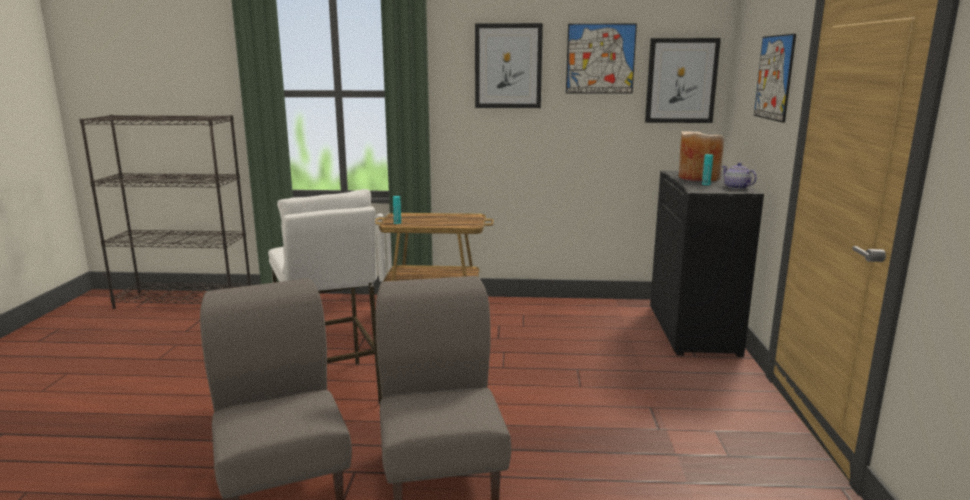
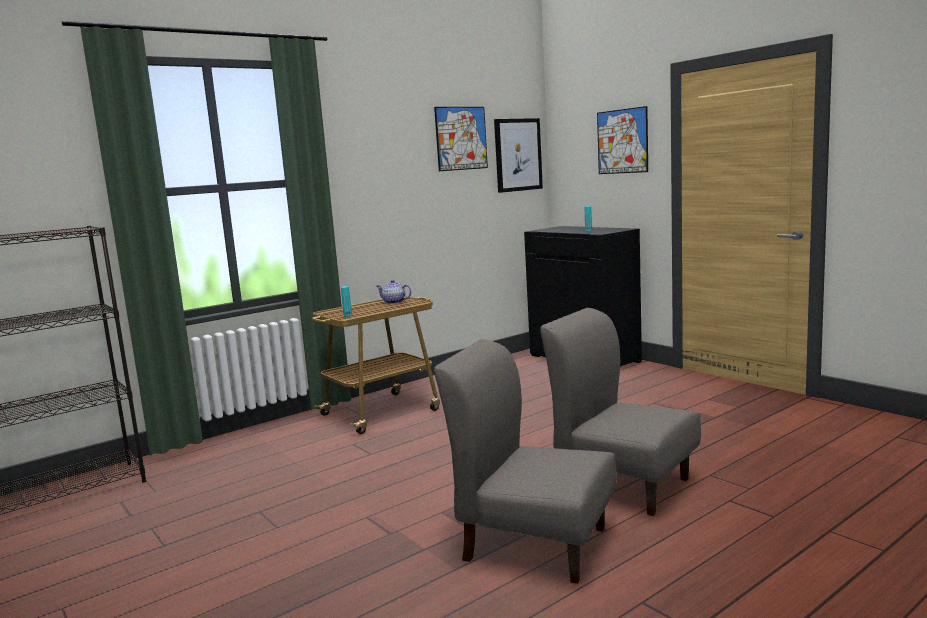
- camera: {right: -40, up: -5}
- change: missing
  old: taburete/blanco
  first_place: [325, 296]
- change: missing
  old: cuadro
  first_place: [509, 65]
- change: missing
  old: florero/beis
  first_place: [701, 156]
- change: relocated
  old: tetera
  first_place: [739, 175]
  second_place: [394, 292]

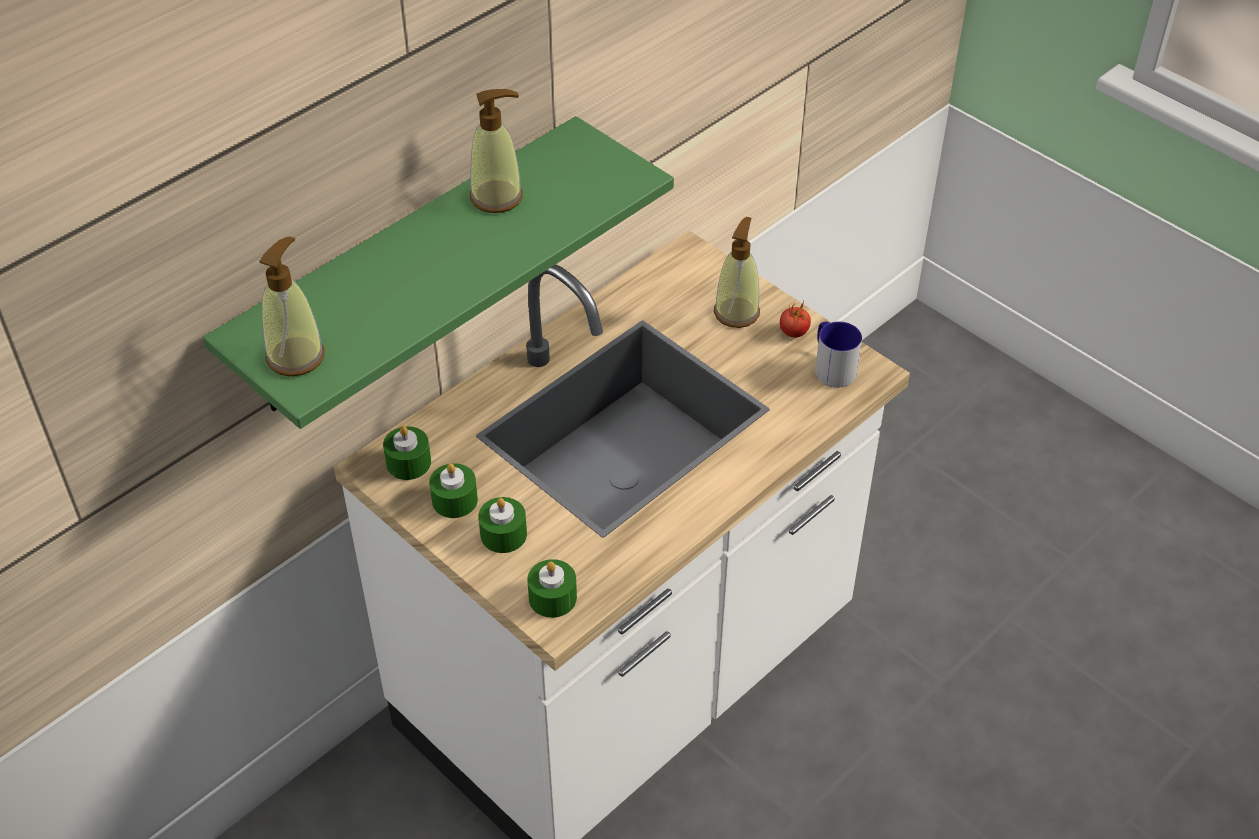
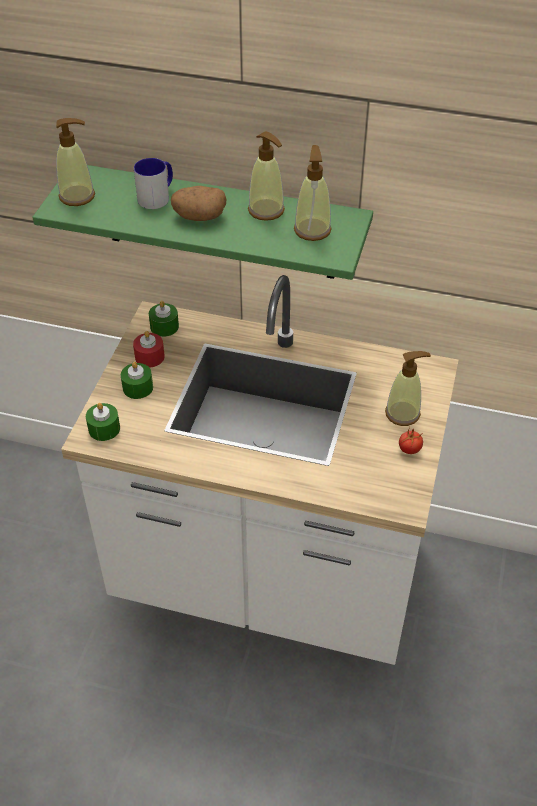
- camera: {right: 60, up: 0}
- change: colour
  old: vela/verde
  new: vela/rojo
  first_place: [453, 490]
  second_place: [149, 349]
- change: relocated
  old: taza grande
  first_place: [838, 354]
  second_place: [153, 183]
- change: appeared
  new: patata
  second_place: [198, 203]
- change: appeared
  new: dispensador de jabón
  second_place: [313, 193]

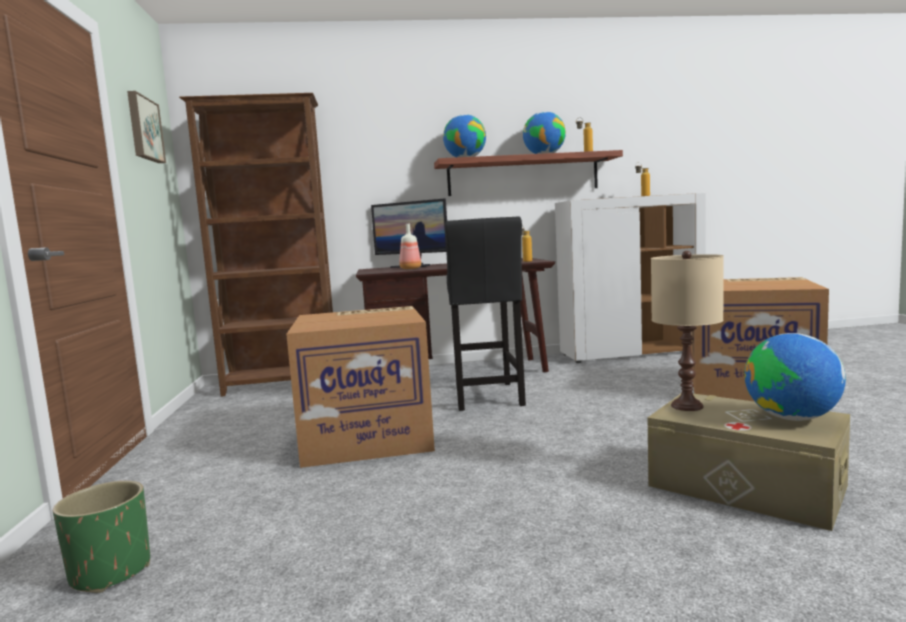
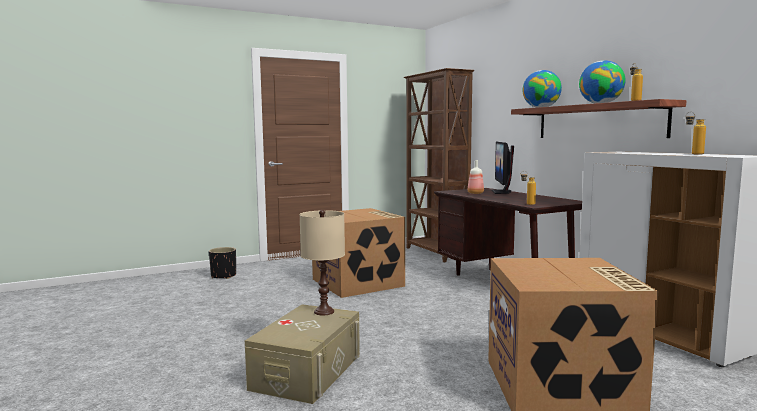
- camera: {right: 70, up: 0}
- change: colour
  old: maceta/verde
  new: maceta/negro
  first_place: [101, 537]
  second_place: [222, 263]
- change: missing
  old: cuadro
  first_place: [146, 127]
- change: missing
  old: taburete/negro
  first_place: [485, 314]
- change: missing
  old: globo terráqueo
  first_place: [795, 377]

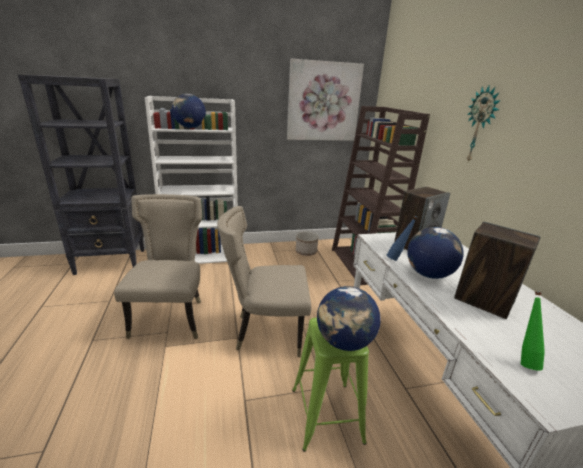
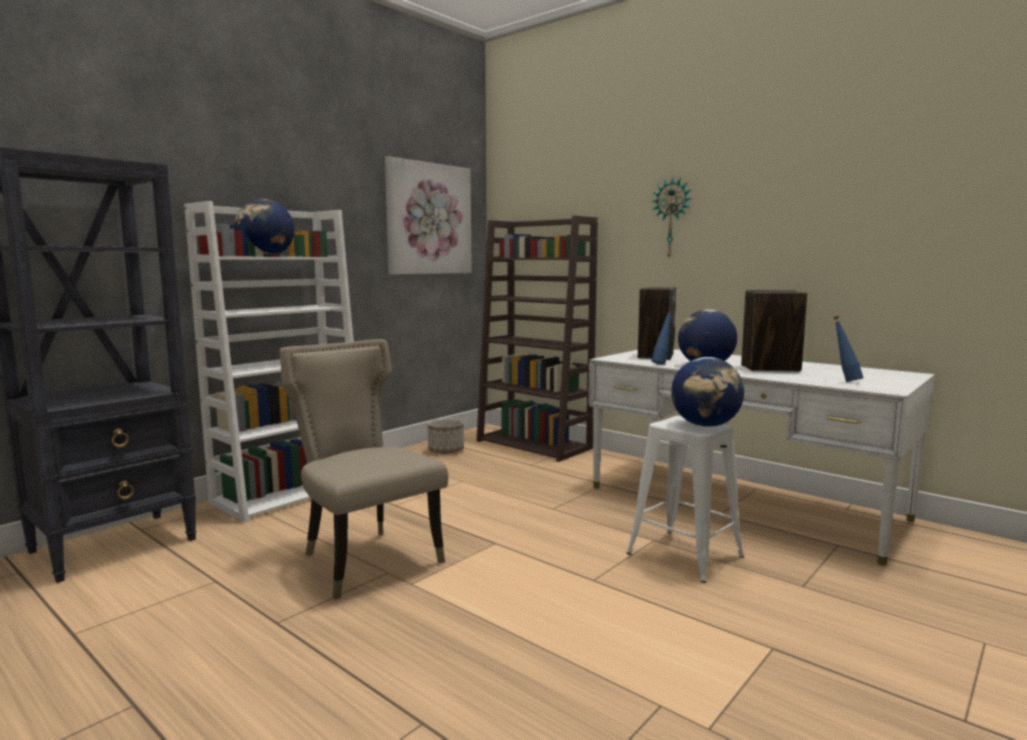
- camera: {right: -35, up: -15}
- change: missing
  old: silla/beis
  first_place: [264, 281]
- change: colour
  old: taburete/verde
  new: taburete/blanco
  first_place: [330, 385]
  second_place: [685, 499]
- change: colour
  old: botella/verde
  new: botella/azul
  first_place: [533, 331]
  second_place: [848, 349]

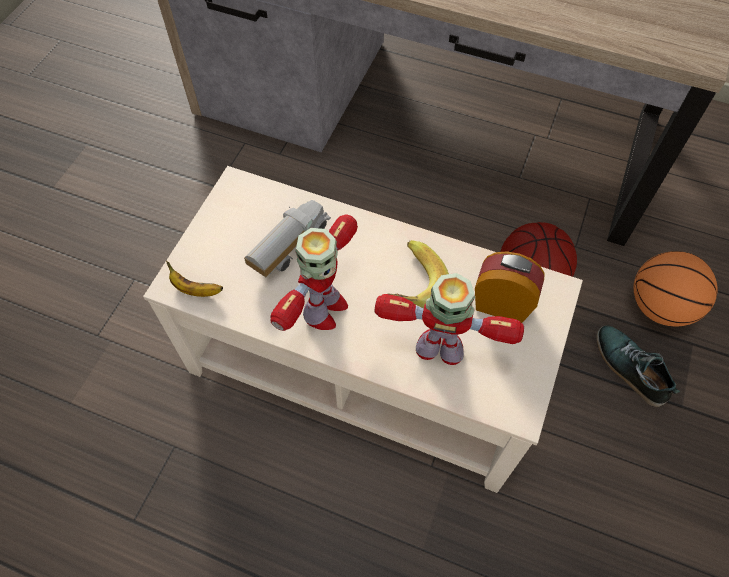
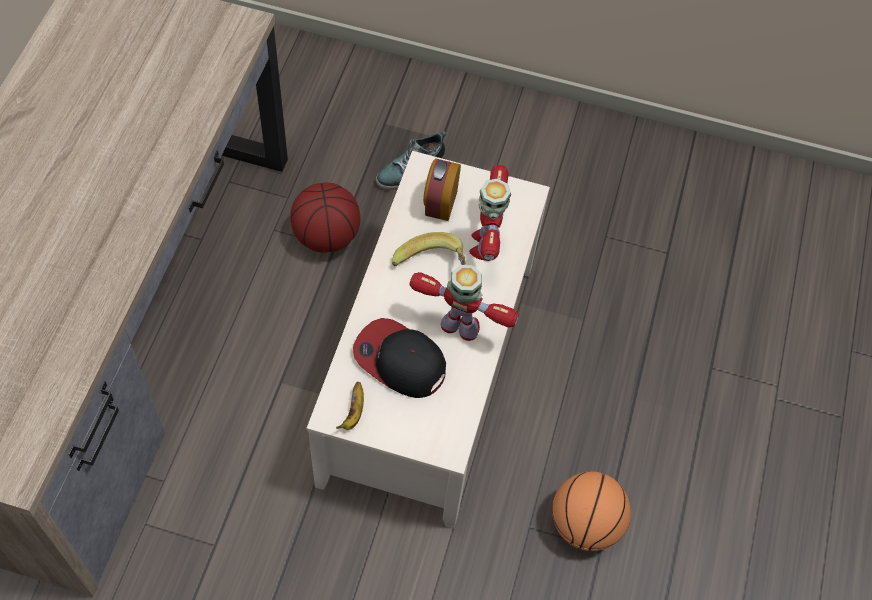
- camera: {right: -100, up: 0}
- change: relocated
  old: plátano
  first_place: [194, 279]
  second_place: [350, 406]
- change: exchanged
  old: camión de juguete
  new: gorra
  first_place: [287, 238]
  second_place: [399, 358]
- change: relocated
  old: balón de baloncesto
  first_place: [676, 288]
  second_place: [591, 511]

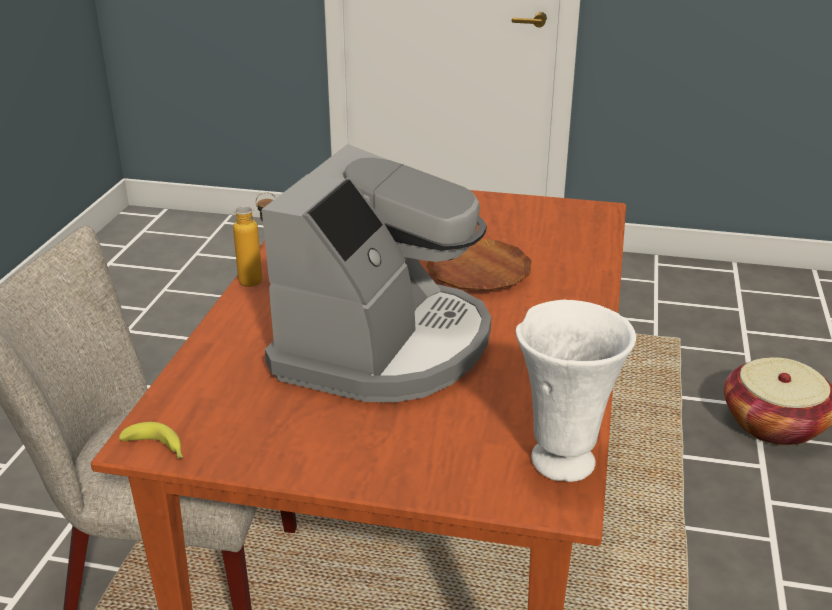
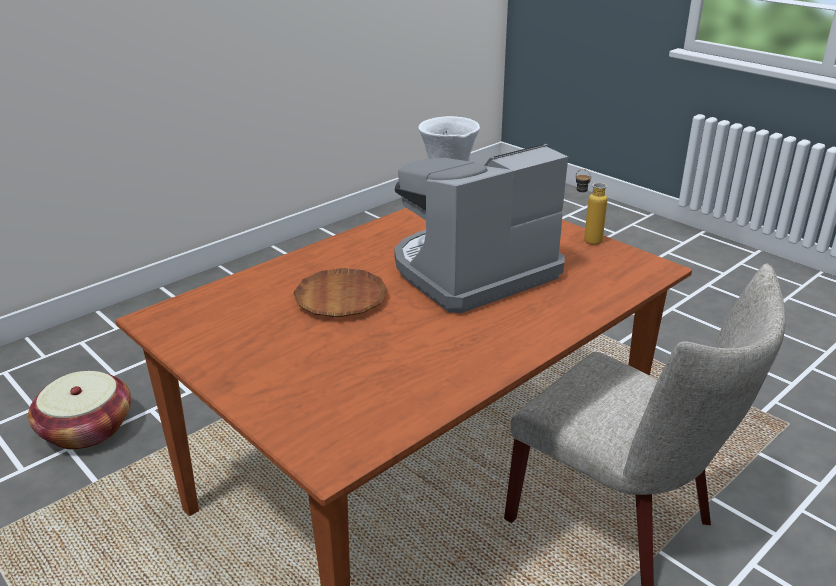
- camera: {right: -145, up: 0}
- change: missing
  old: plátano
  first_place: [151, 440]
- change: relocated
  old: botella
  first_place: [254, 239]
  second_place: [592, 207]

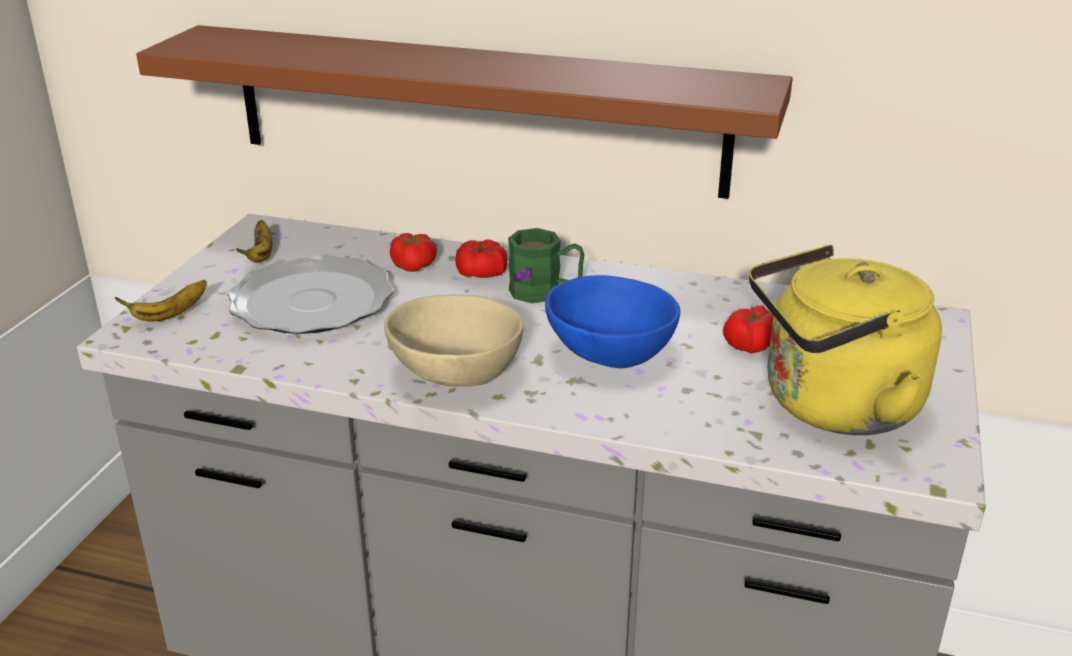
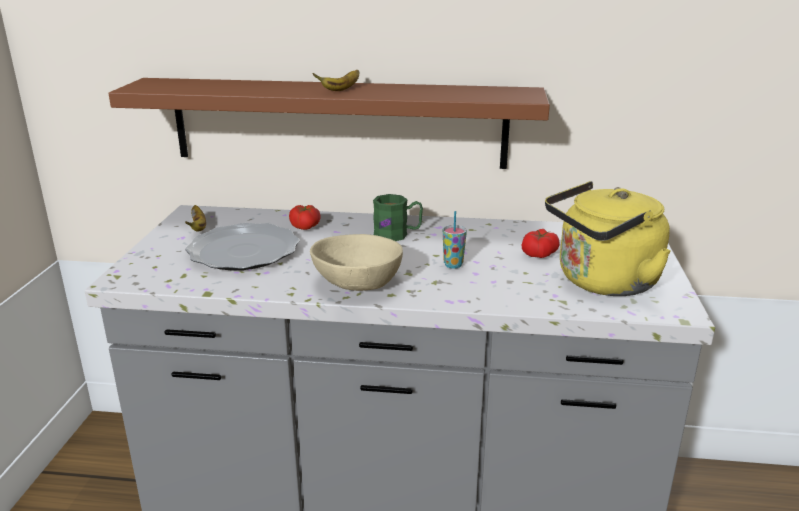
- camera: {right: -10, up: -5}
- change: relocated
  old: plátano
  first_place: [160, 300]
  second_place: [335, 80]
- change: missing
  old: tomate
  first_place: [481, 259]
- change: exchanged
  old: cuenco/azul
  new: taza
  first_place: [612, 321]
  second_place: [455, 240]

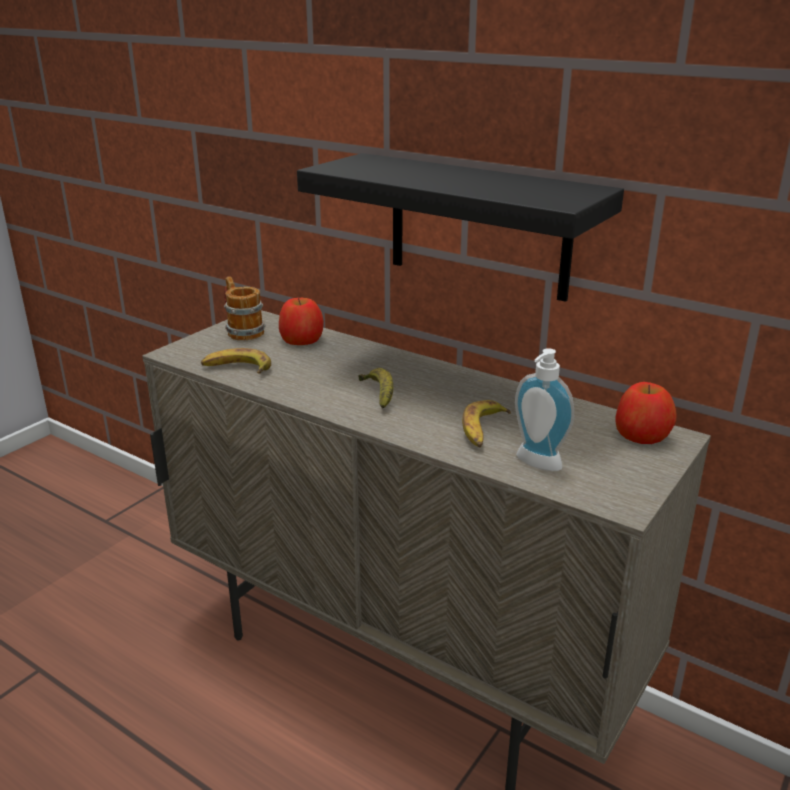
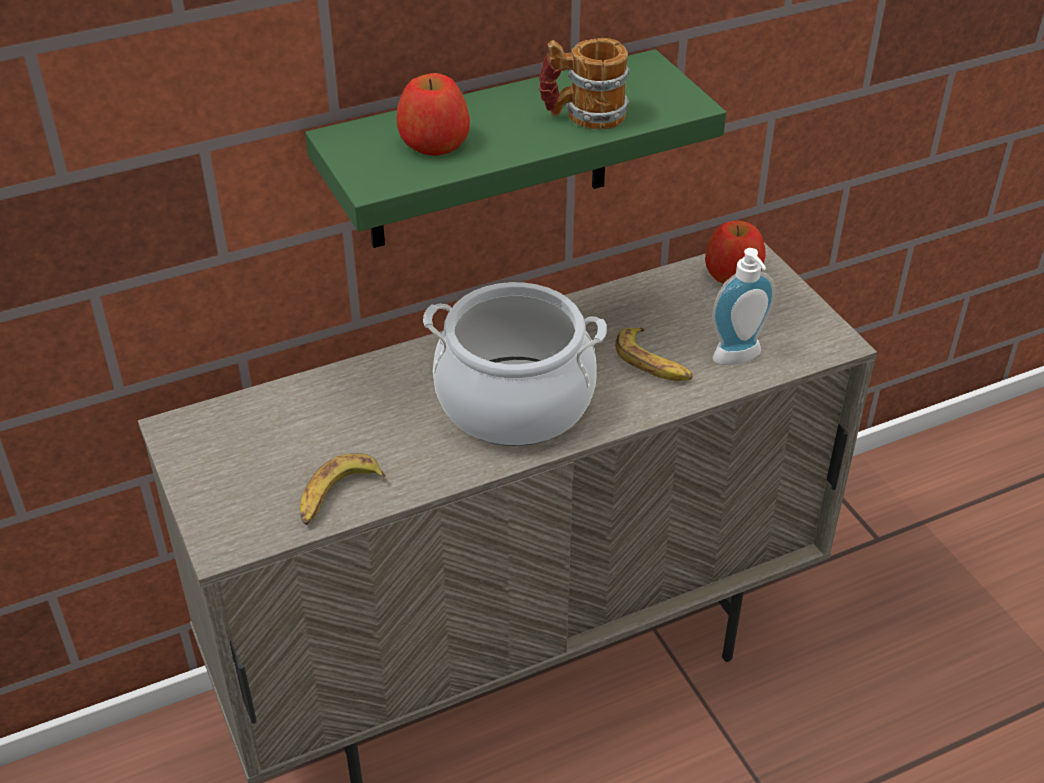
- camera: {right: -60, up: 15}
- change: relocated
  old: taza grande
  first_place: [245, 308]
  second_place: [584, 83]
- change: relocated
  old: manzana
  first_place: [301, 321]
  second_place: [433, 114]
- change: colour
  old: estante/negro
  new: estante/verde
  first_place: [460, 227]
  second_place: [515, 148]
- change: exchanged
  old: plátano
  new: olla
  first_place: [375, 388]
  second_place: [515, 364]

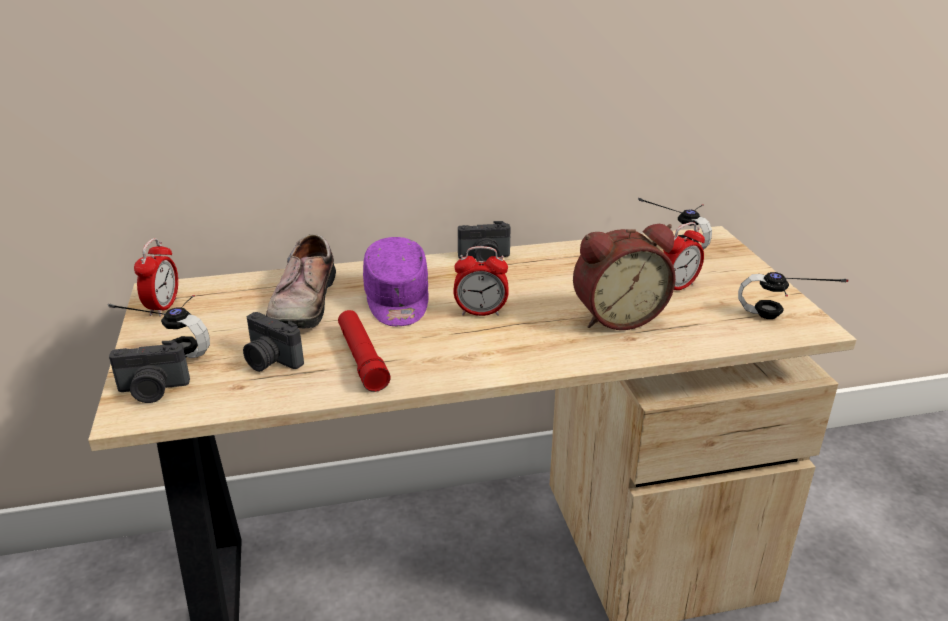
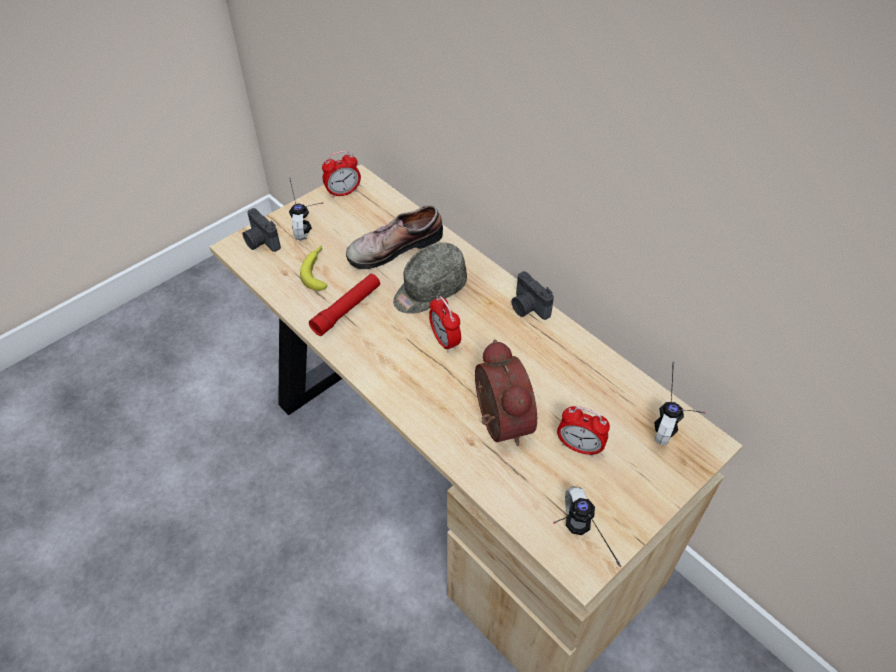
- camera: {right: 60, up: 20}
- change: exchanged
  old: cámara
  new: plátano
  first_place: [273, 342]
  second_place: [314, 268]
- change: colour
  old: gorra/morado
  new: gorra/gris
  first_place: [396, 281]
  second_place: [430, 278]
- change: spun
  old: despertador
  first_place: [624, 277]
  second_place: [506, 392]
  degrees: -150

